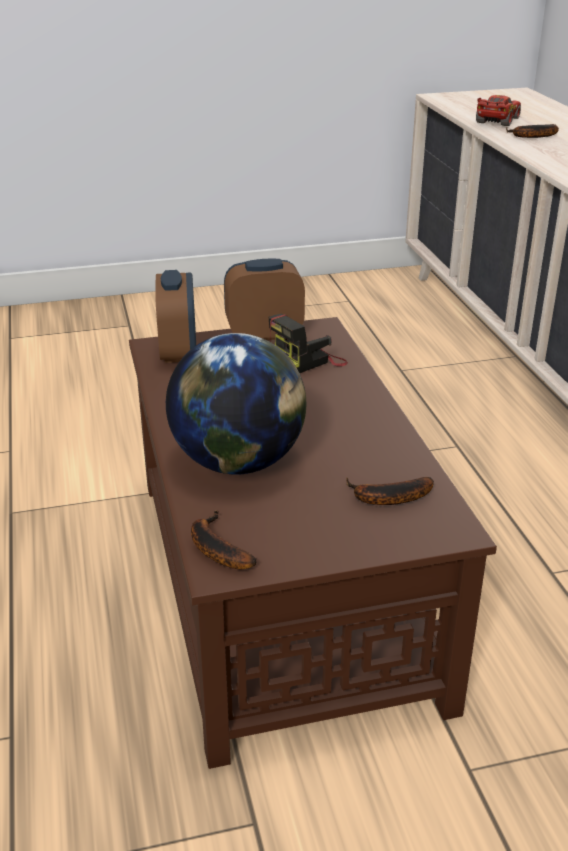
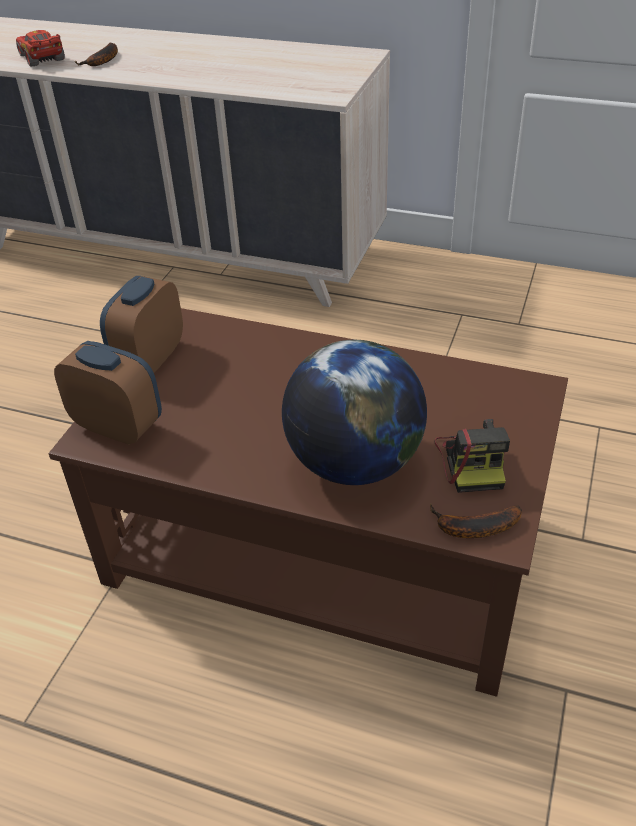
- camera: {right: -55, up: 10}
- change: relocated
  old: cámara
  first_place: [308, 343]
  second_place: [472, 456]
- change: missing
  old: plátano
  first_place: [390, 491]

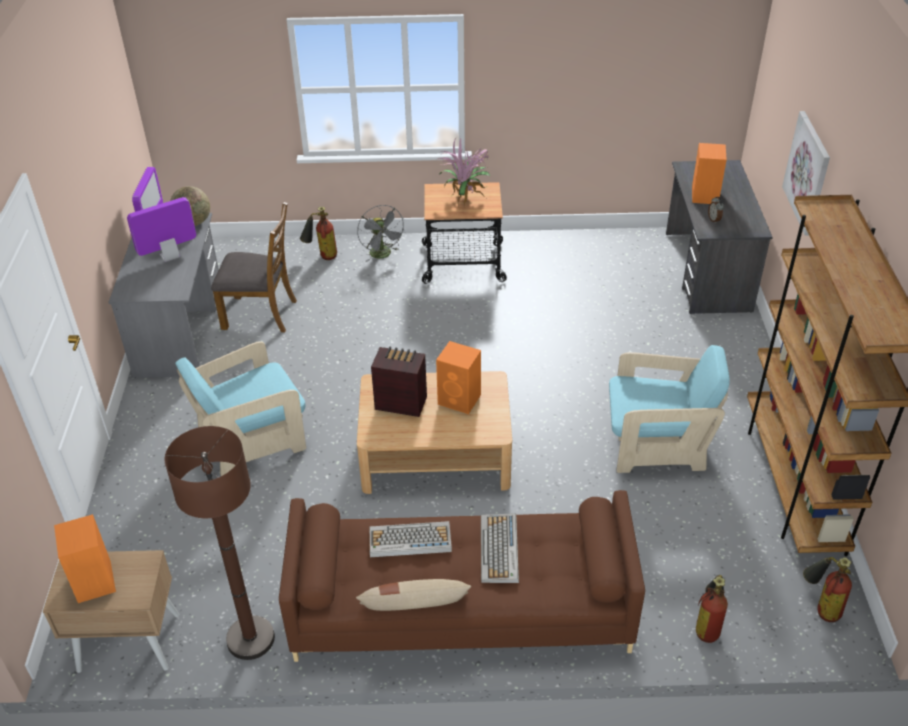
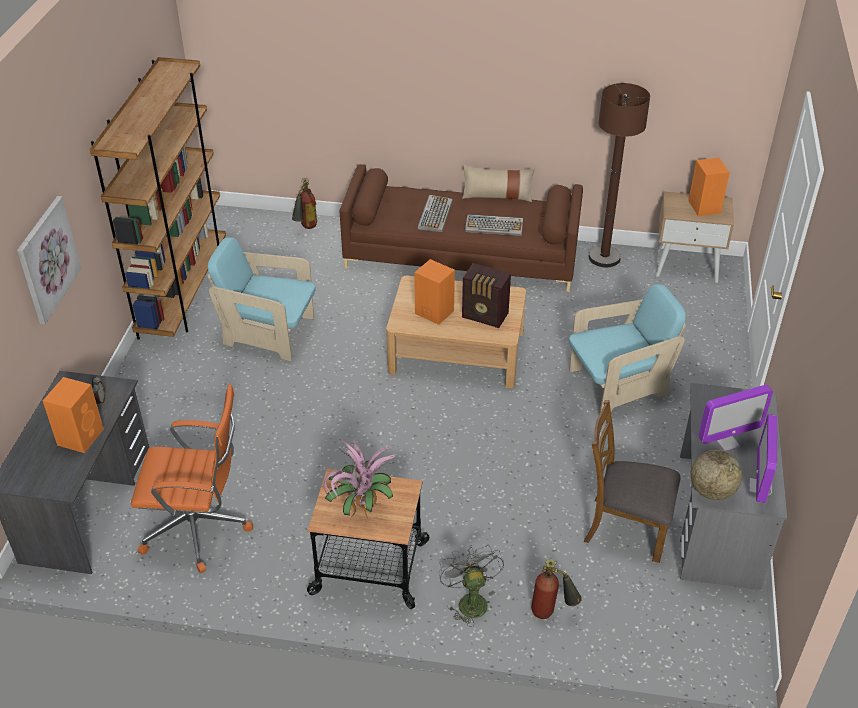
- camera: {right: -170, up: 0}
- change: missing
  old: extintor
  first_place: [827, 589]
- change: appeared
  new: silla de oficina/naranja
  second_place: [192, 479]

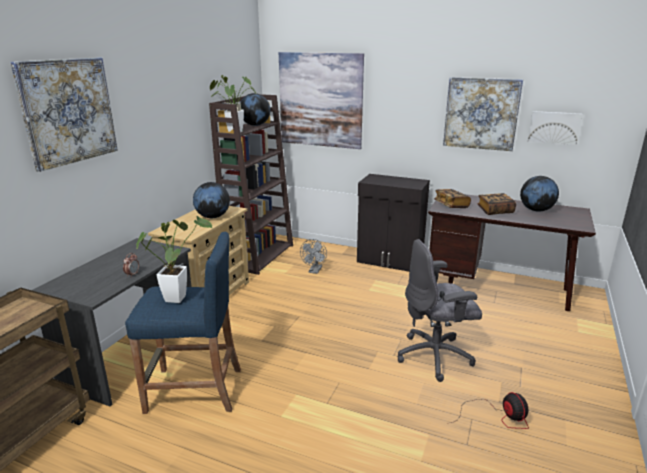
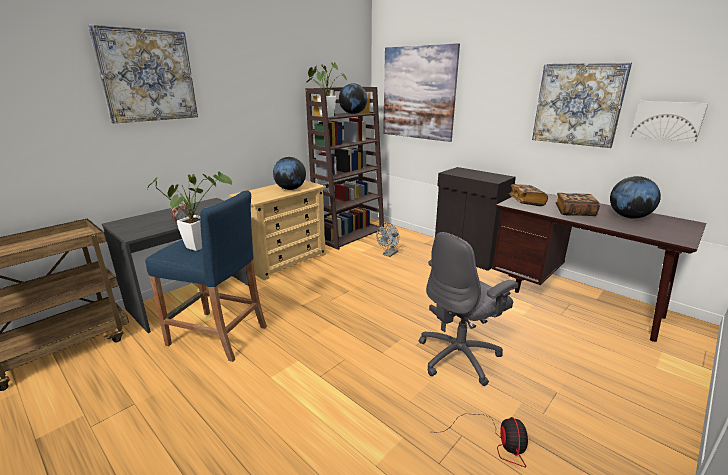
- camera: {right: 20, up: 0}
- change: spun
  old: silla de oficina/gris
  first_place: [440, 310]
  second_place: [469, 309]
  degrees: -45

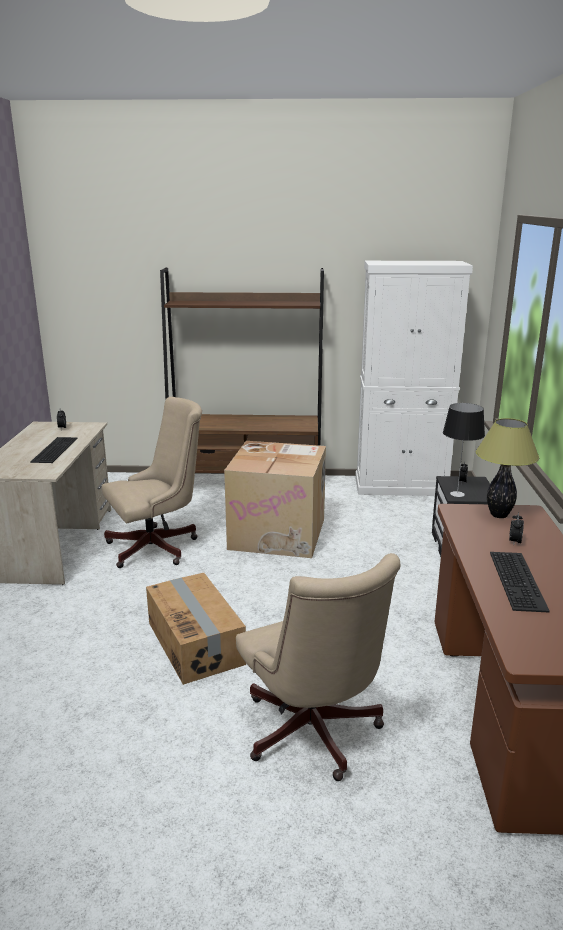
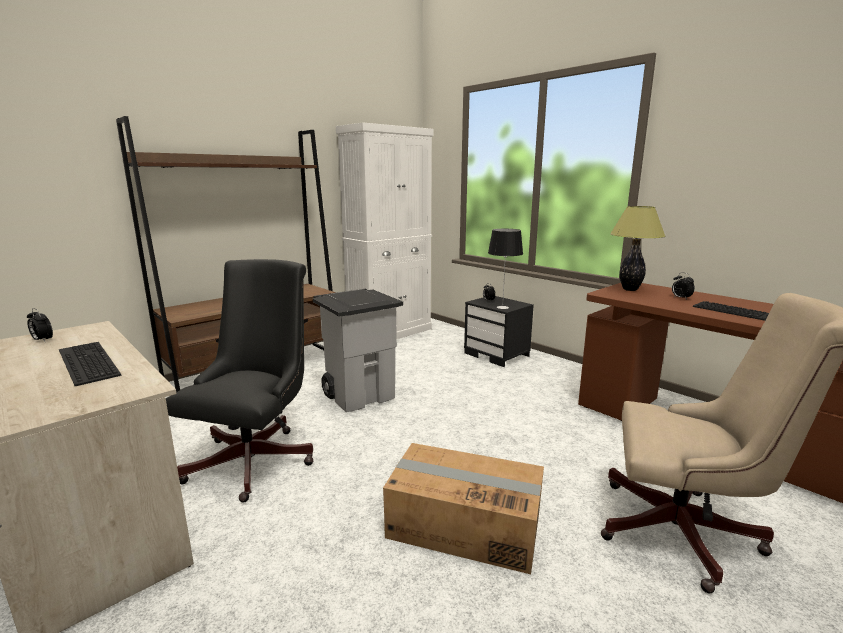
- camera: {right: -45, up: -5}
- change: colour
  old: silla de oficina/beis
  new: silla de oficina/negro
  first_place: [152, 482]
  second_place: [239, 381]
- change: exchanged
  old: caja de cartón
  new: papelera/gris
  first_place: [275, 499]
  second_place: [358, 350]

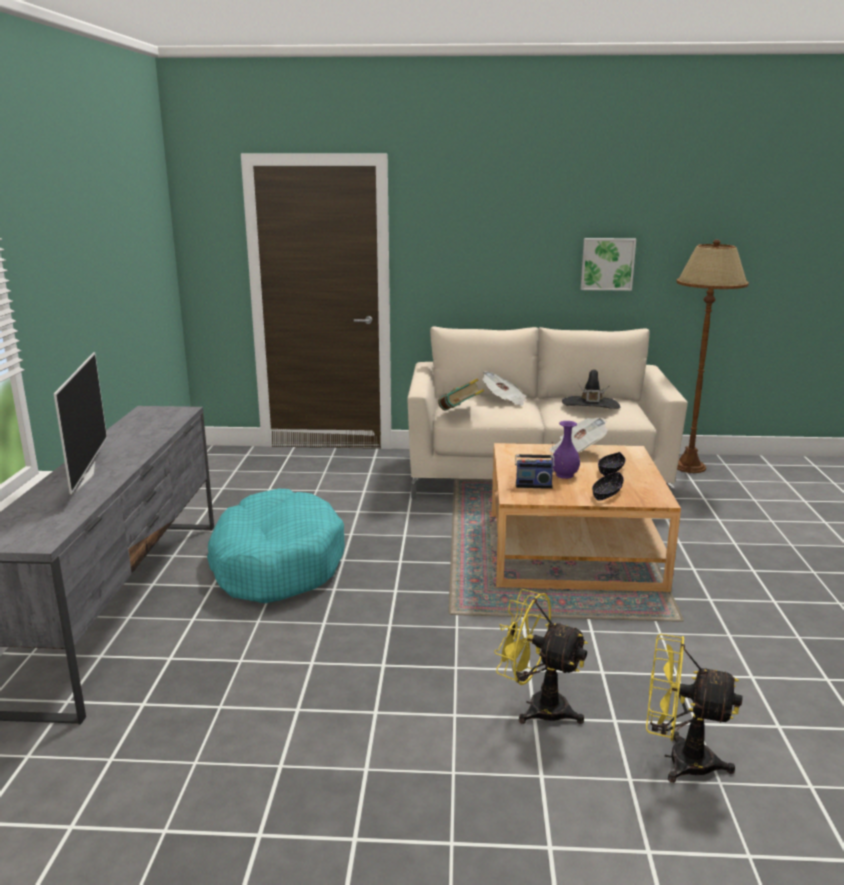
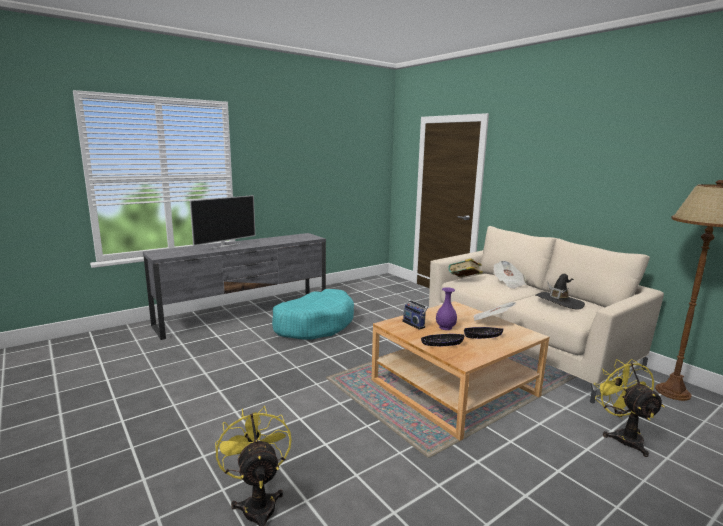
- camera: {right: 50, up: -5}
- change: relocated
  old: ventilador/amarillo
  first_place: [541, 656]
  second_place: [629, 408]
- change: missing
  old: cuadro
  first_place: [608, 264]

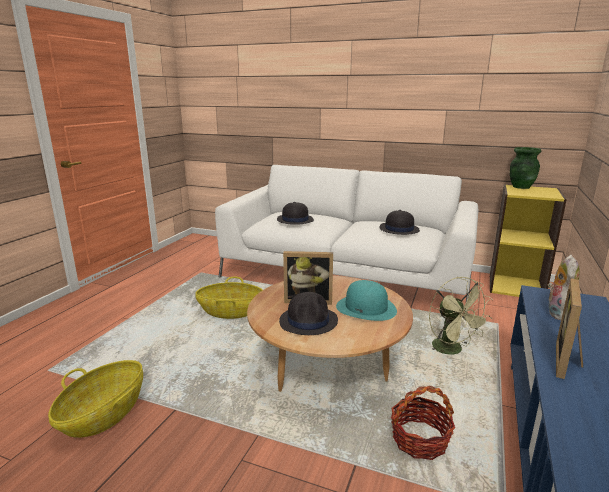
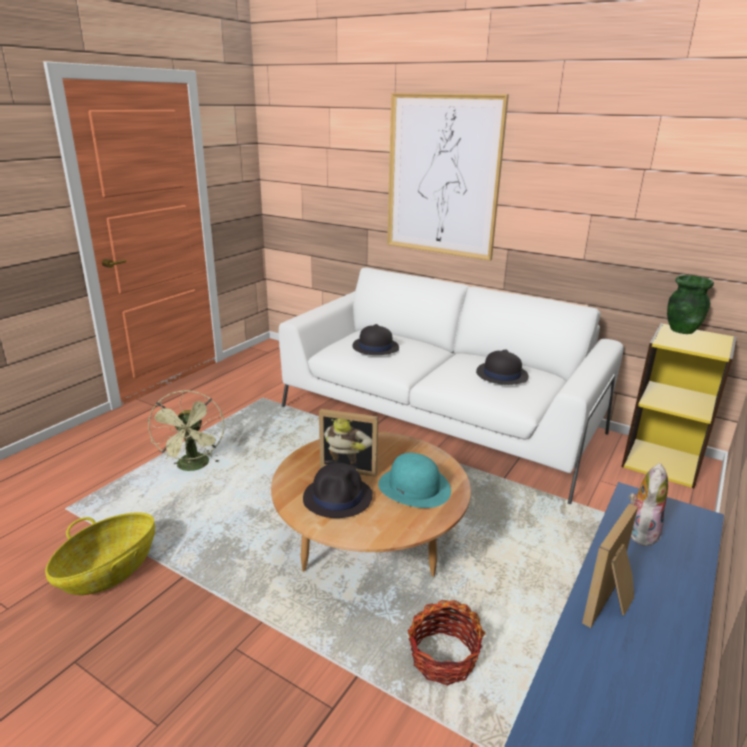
- camera: {right: 10, up: 5}
- change: missing
  old: cesta
  first_place: [229, 298]
- change: relocated
  old: ventilador/verde
  first_place: [461, 316]
  second_place: [186, 430]
- change: appeared
  new: cuadro
  second_place: [448, 177]

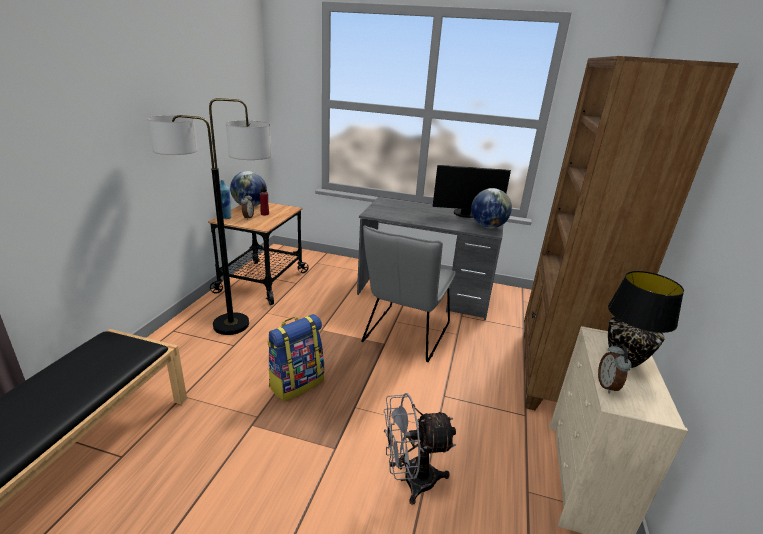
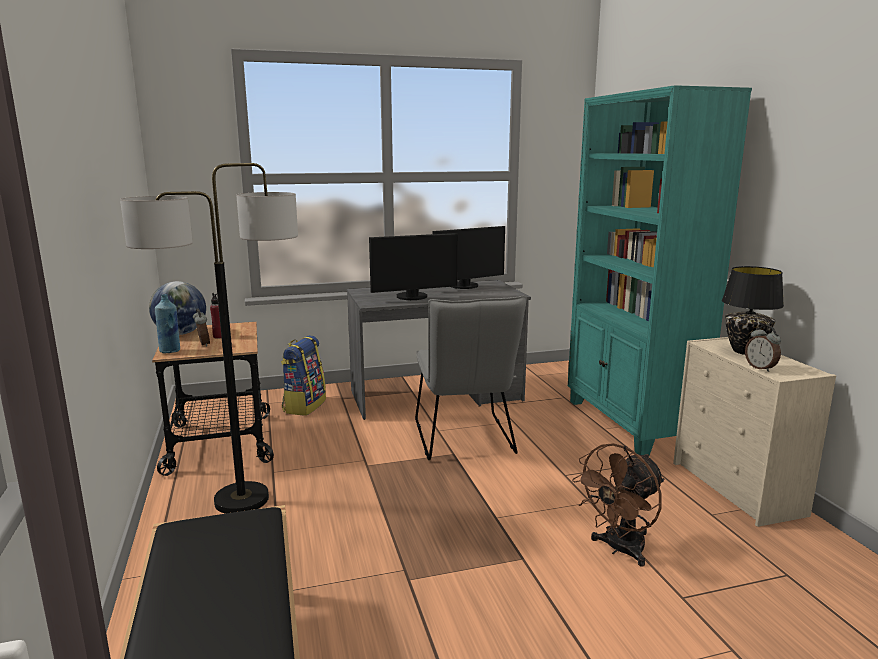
- camera: {right: -30, up: -10}
- change: relocated
  old: mochila
  first_place: [295, 357]
  second_place: [303, 375]
- change: colour
  old: ventilador/gris
  new: ventilador/marrón
  first_place: [420, 449]
  second_place: [618, 505]
- change: missing
  old: globo terráqueo
  first_place: [491, 208]
- change: colour
  old: estantería/marrón
  new: estantería/turquesa
  first_place: [631, 233]
  second_place: [660, 270]
- change: appeared
  new: monitor
  second_place: [413, 266]

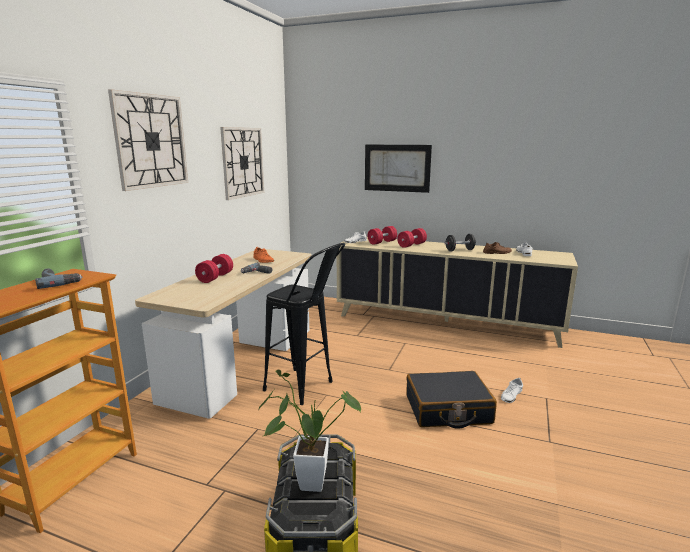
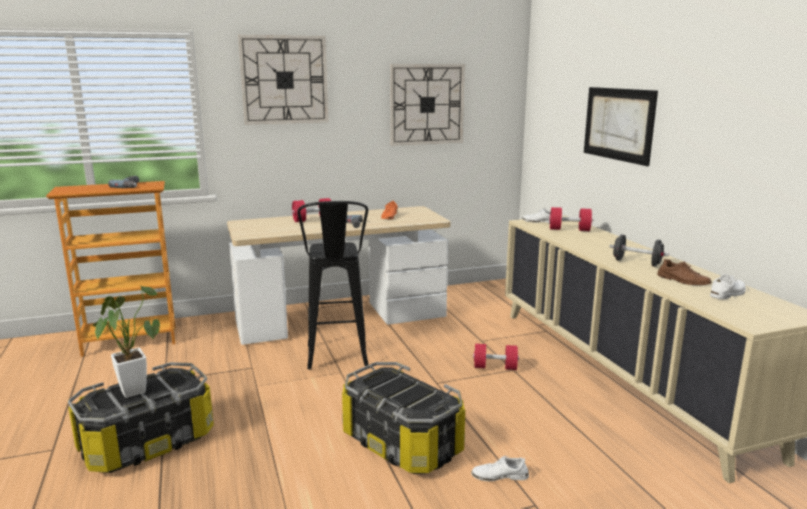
- camera: {right: 50, up: 0}
- change: relocated
  old: mancuerna/rojo
  first_place: [412, 238]
  second_place: [496, 357]
- change: exchanged
  old: maleta/negro
  new: caja de almacenaje
  first_place: [451, 400]
  second_place: [403, 418]

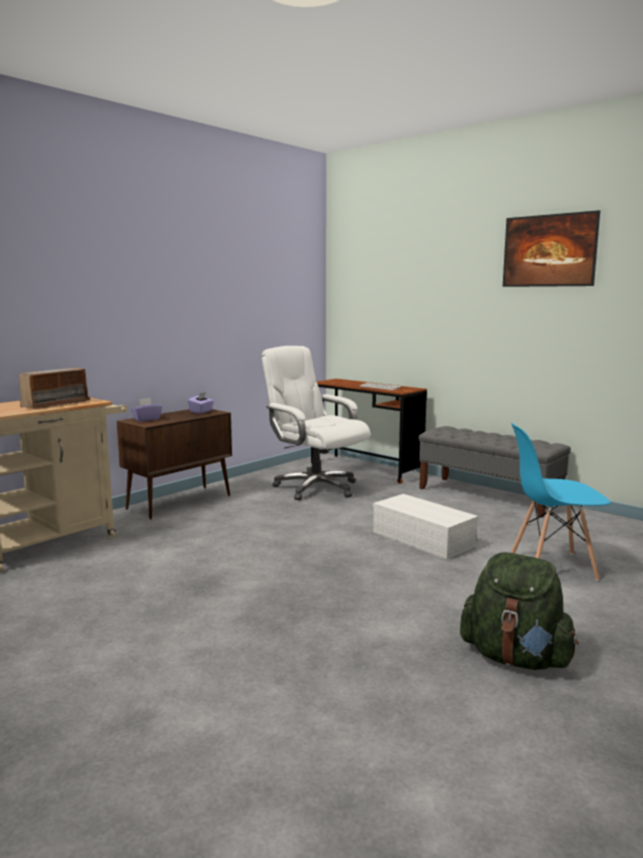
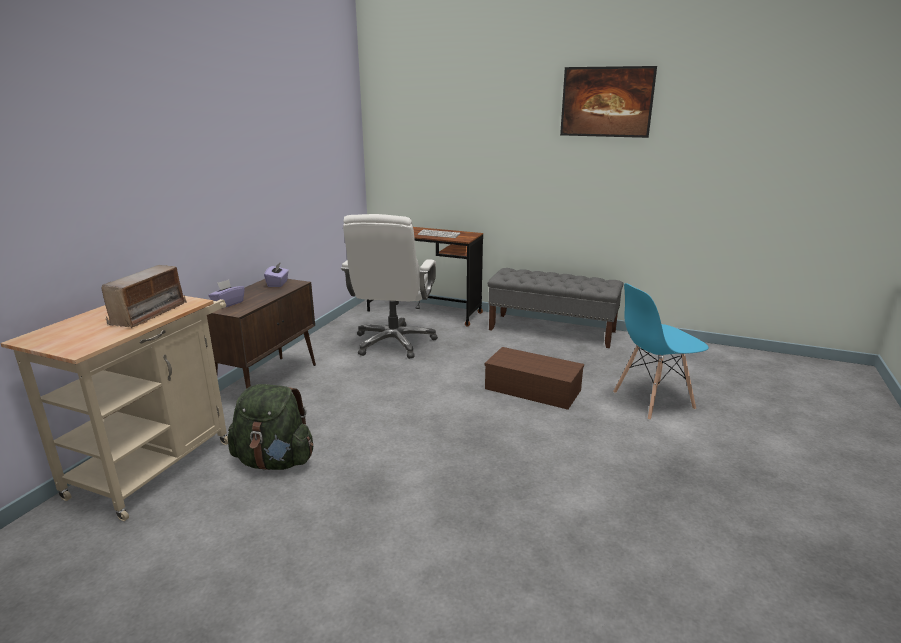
- camera: {right: -20, up: 10}
- change: spun
  old: silla de oficina/blanco
  first_place: [316, 423]
  second_place: [389, 286]
  degrees: -105
- change: colour
  old: caja de almacenaje/blanco
  new: caja de almacenaje/marrón
  first_place: [425, 527]
  second_place: [534, 378]
- change: relocated
  old: mochila/verde
  first_place: [519, 611]
  second_place: [270, 427]

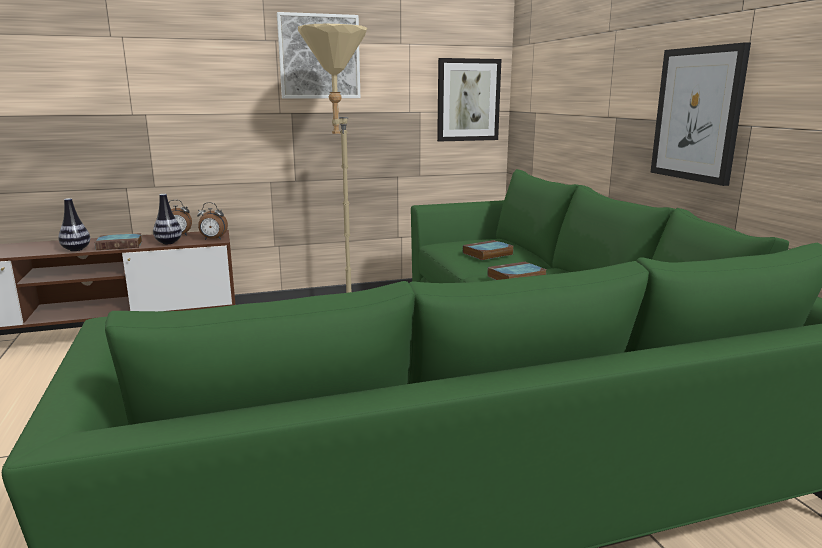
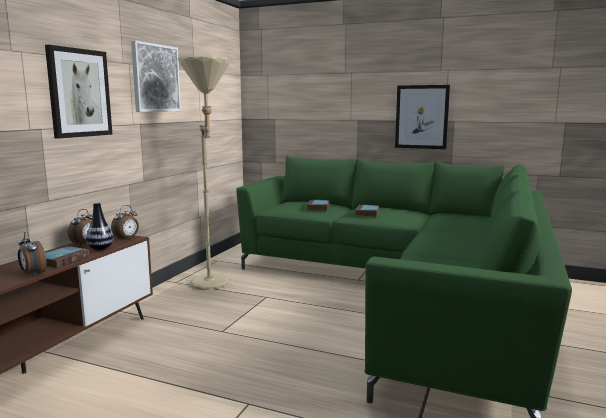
- camera: {right: -50, up: -5}
- change: exchanged
  old: florero
  new: despertador
  first_place: [74, 224]
  second_place: [32, 254]
- change: relocated
  old: cuadro
  first_place: [469, 99]
  second_place: [79, 92]

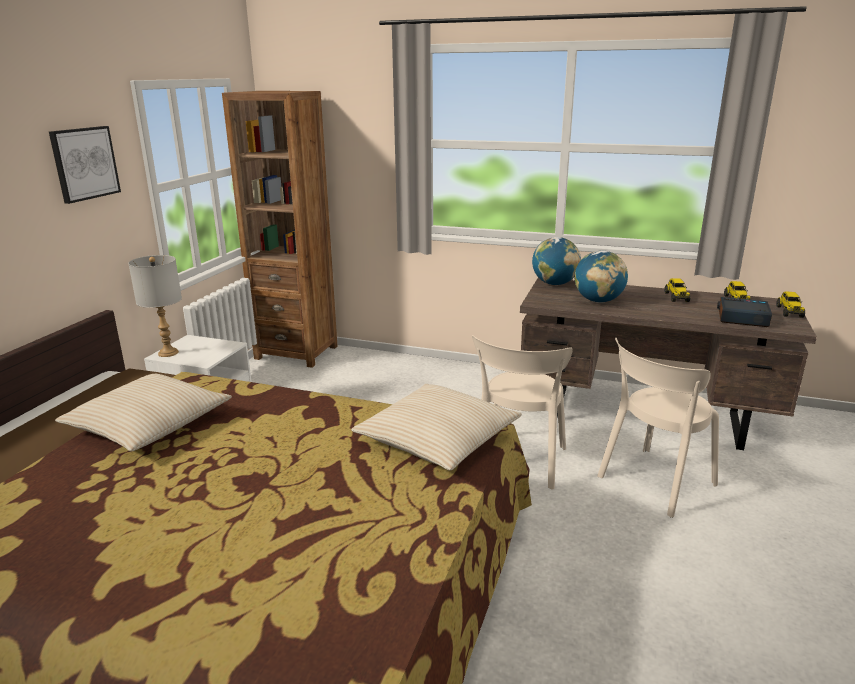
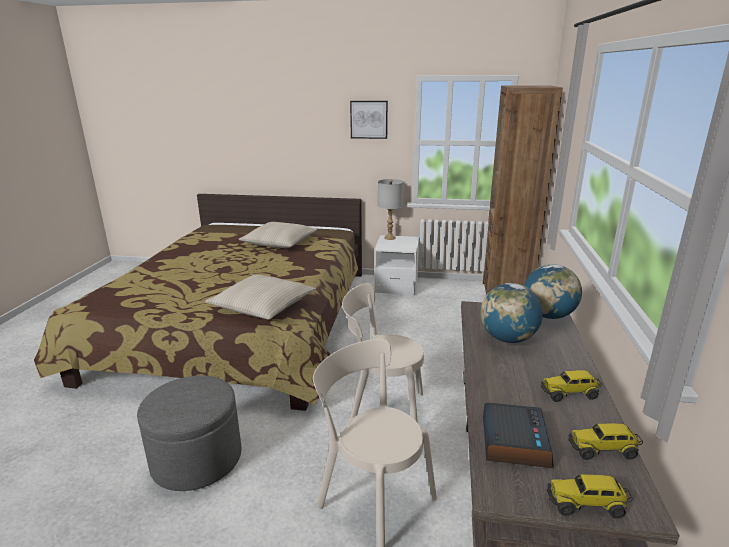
- camera: {right: 80, up: 0}
- change: appeared
  new: puf/gris
  second_place: [189, 433]

